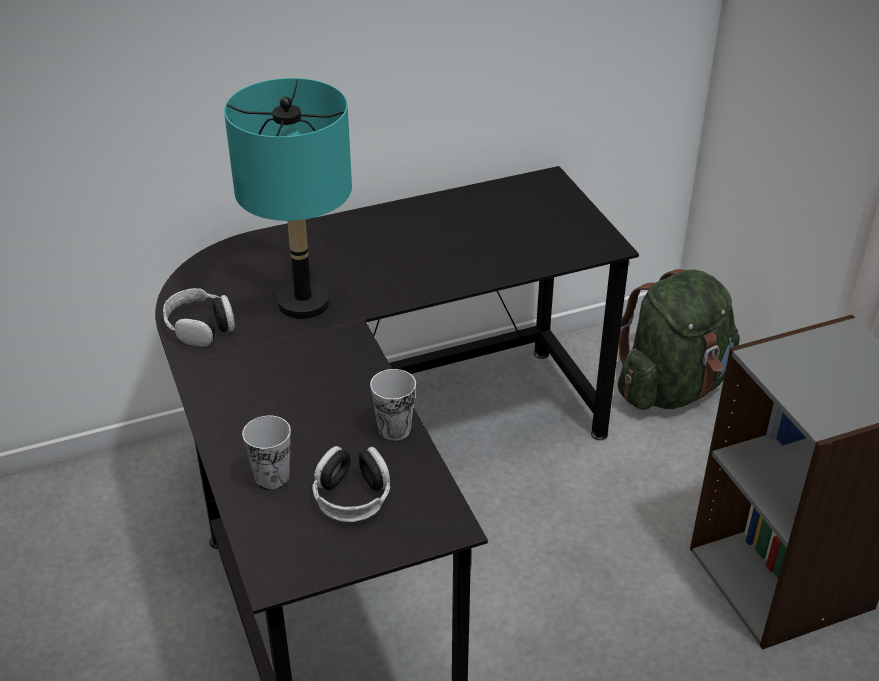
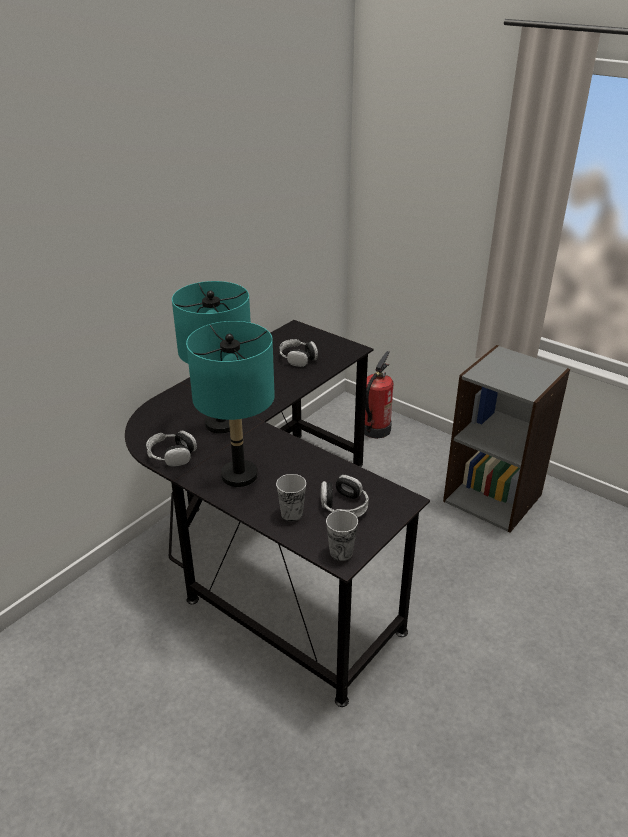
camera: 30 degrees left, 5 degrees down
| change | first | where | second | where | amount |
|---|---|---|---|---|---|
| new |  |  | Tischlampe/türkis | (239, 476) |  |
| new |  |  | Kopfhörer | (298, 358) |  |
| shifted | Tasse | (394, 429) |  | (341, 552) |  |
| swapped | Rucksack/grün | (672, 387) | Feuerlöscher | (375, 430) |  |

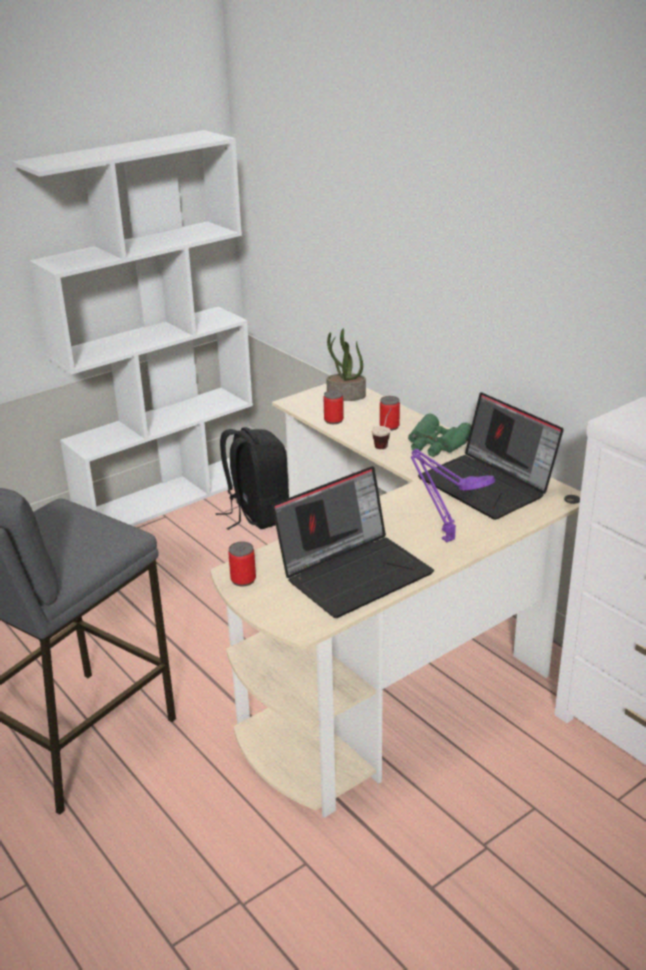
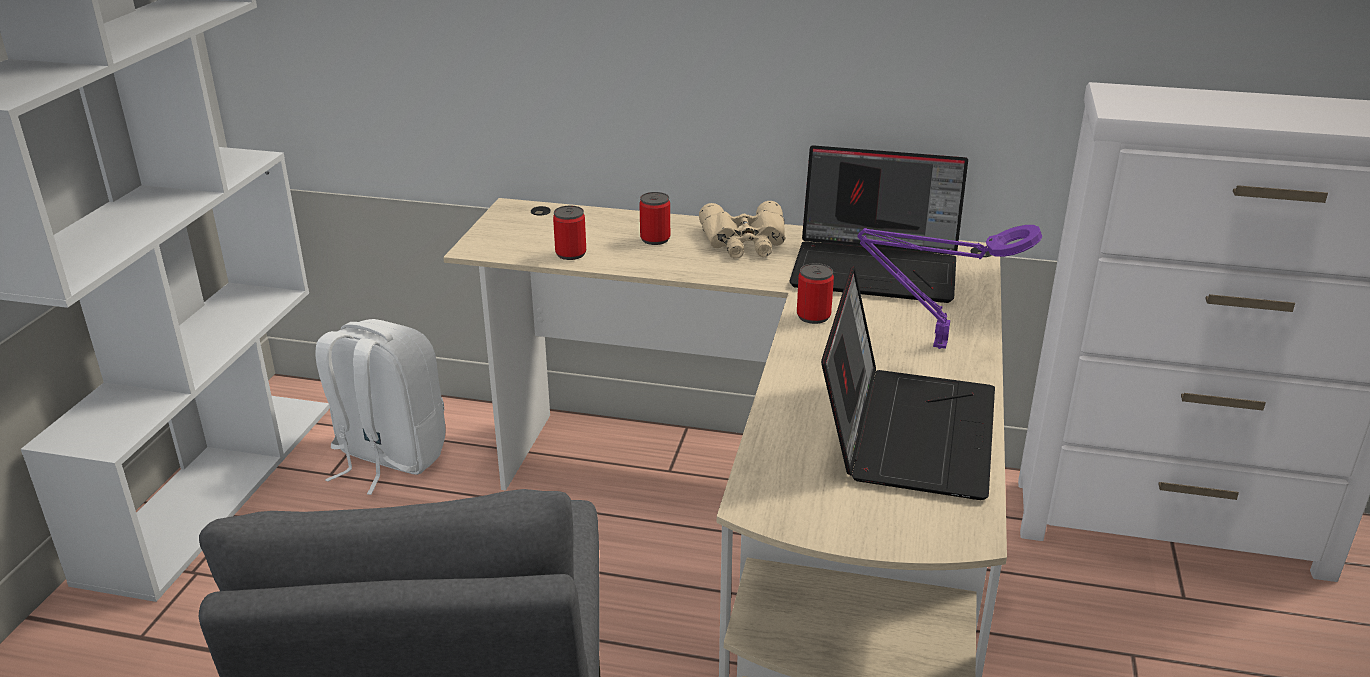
camera: 40 degrees left, 0 degrees up
| change | first | where | second | where | amount |
|---|---|---|---|---|---|
| repainted | Rucksack/schwarz | (256, 515) | Rucksack/weiß | (387, 457) |  |
| repainted | Fernglas/grün | (436, 444) | Fernglas/beige | (745, 242) |  |
| shifted | Dose | (243, 580) |  | (813, 316) |  |
| gone | Topfpflanze | (345, 396) |  |  |  |
| gone | Tasse | (384, 443) |  |  |  |

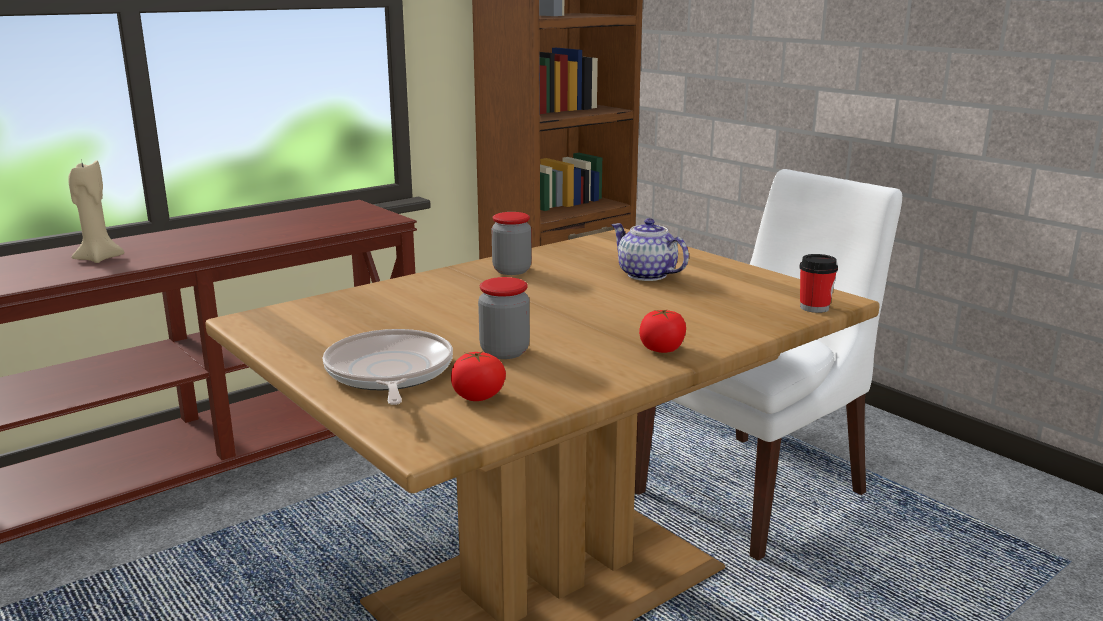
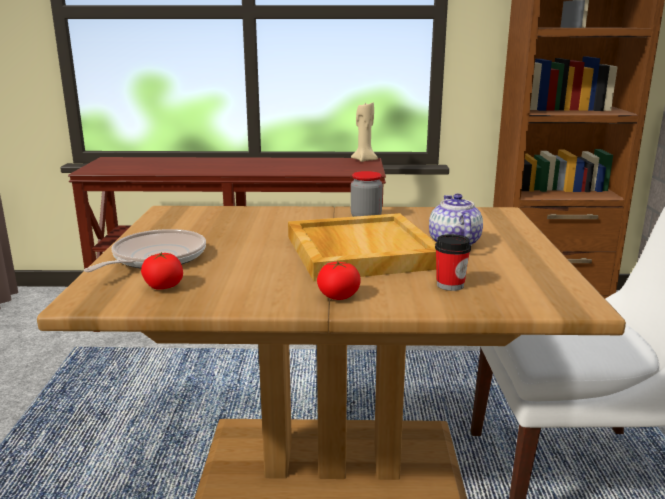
camera: 40 degrees right, 0 degrees up
| change | first | where | second | where | amount |
|---|---|---|---|---|---|
| new |  |  | Tablett/beige | (359, 251) |  |
| shifted | Kerze/beige | (99, 258) |  | (364, 160) |  |
| shifted | Tasse | (814, 307) |  | (450, 285) |  |
| gone | Vorratsglas | (504, 352) |  |  |  |

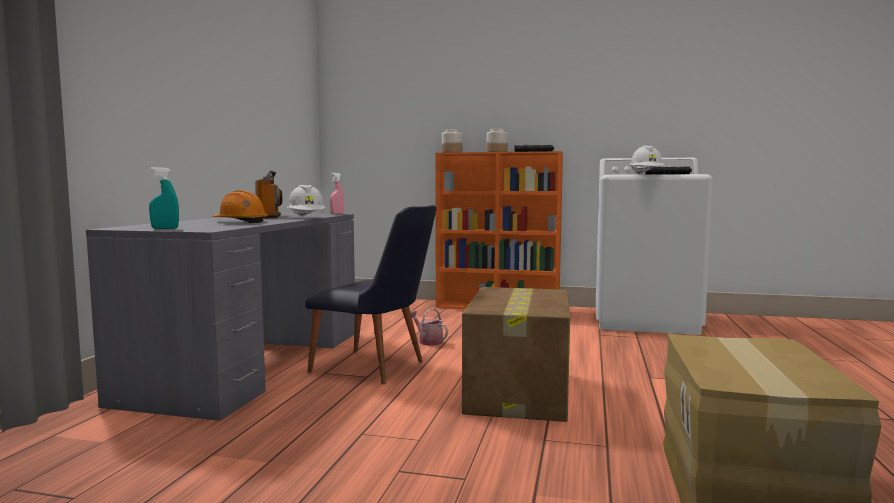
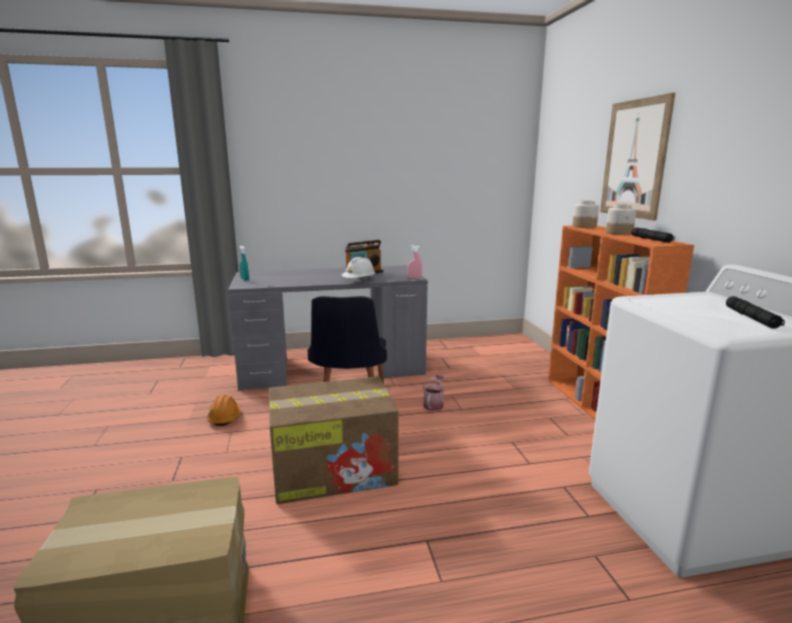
camera: 65 degrees right, 10 degrees up
| change | first | where | second | where | amount |
|---|---|---|---|---|---|
| shifted | Schutzhelm/orange | (240, 222) |  | (225, 417) |  |
| new |  |  | Bild | (634, 159) |  |
| gone | Schutzhelm/weiß | (646, 174) |  |  |  |

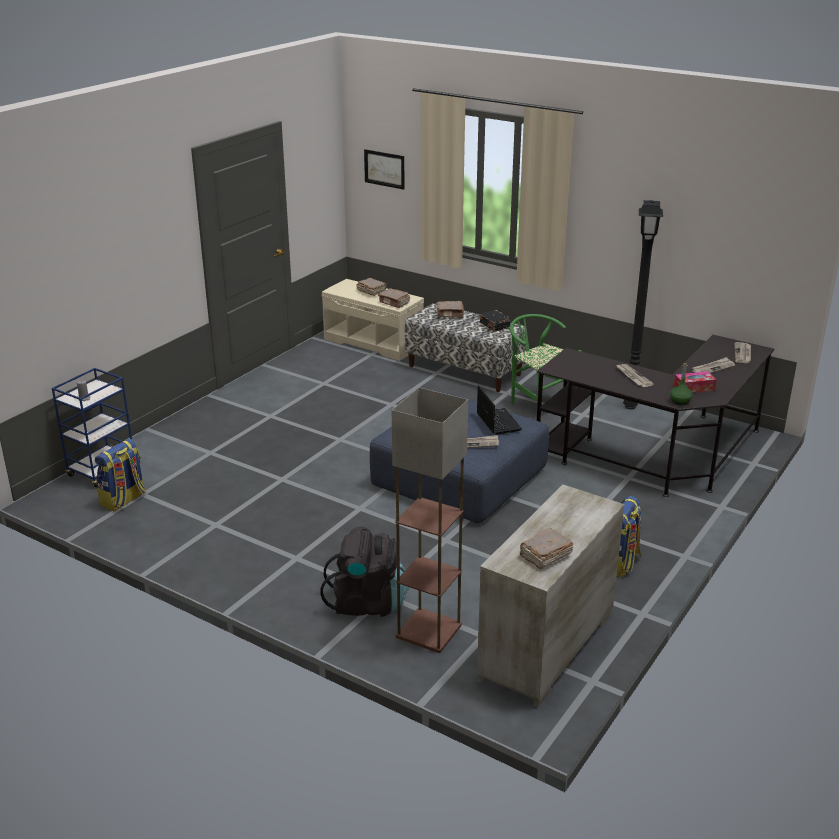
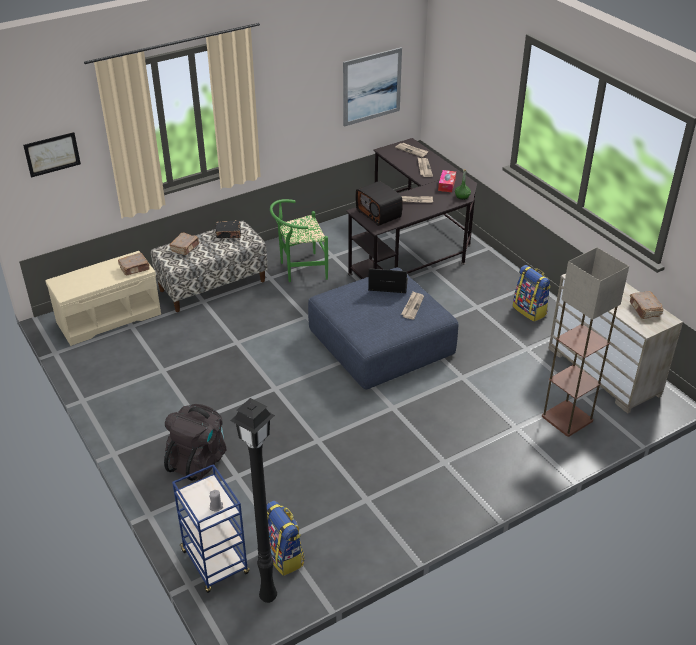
camera: 65 degrees left, 10 degrees up
| change | first | where | second | where | amount |
|---|---|---|---|---|---|
| shifted | Rucksack/schwarz | (367, 603) |  | (198, 460) |  |
| shifted | Stehlampe/schwarz | (629, 407) |  | (268, 598) |  |
| new |  |  | Bild | (371, 86) |  |
| new |  |  | Radio | (379, 214) |  |
| gone | Buch/braun | (371, 291) |  |  |  |

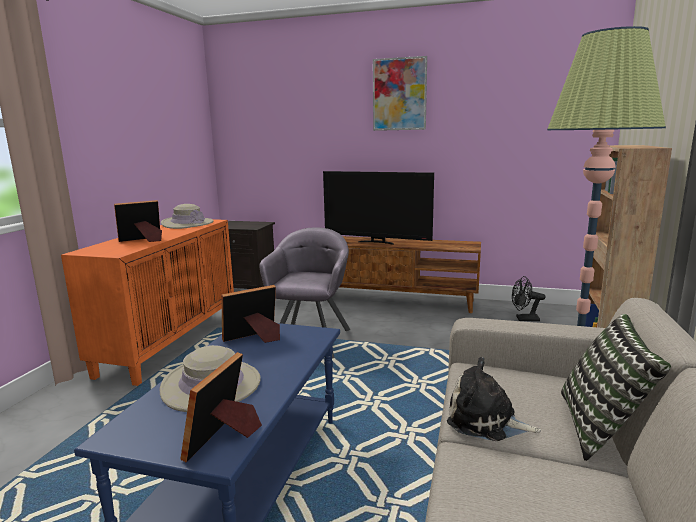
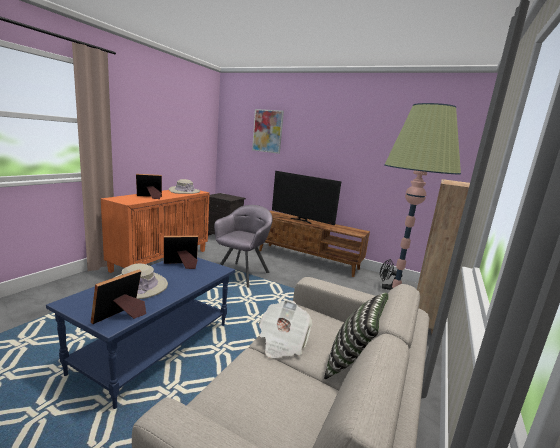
camera: 10 degrees right, 0 degrees up
| change | first | where | second | where | amount |
|---|---|---|---|---|---|
| shifted | Bild | (399, 94) |  | (267, 131) |  |
| swapped | Plüschtier | (486, 421) | Zeitung | (282, 342) |  |

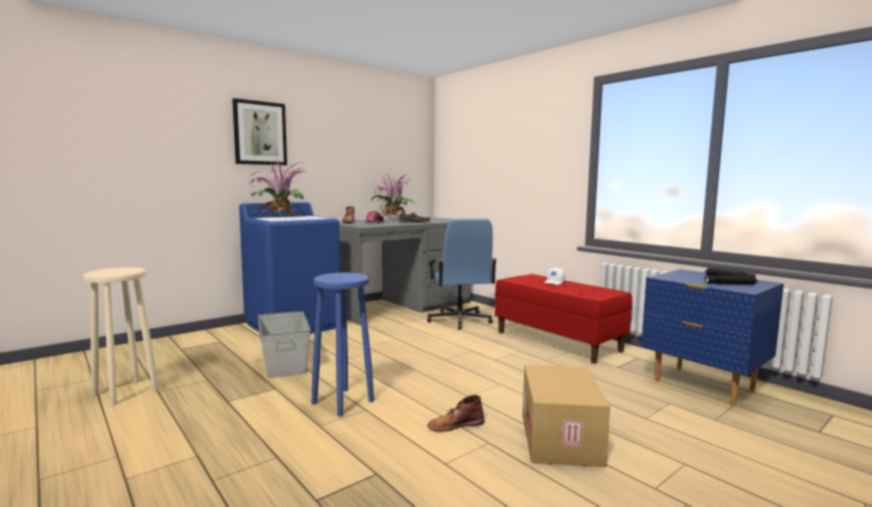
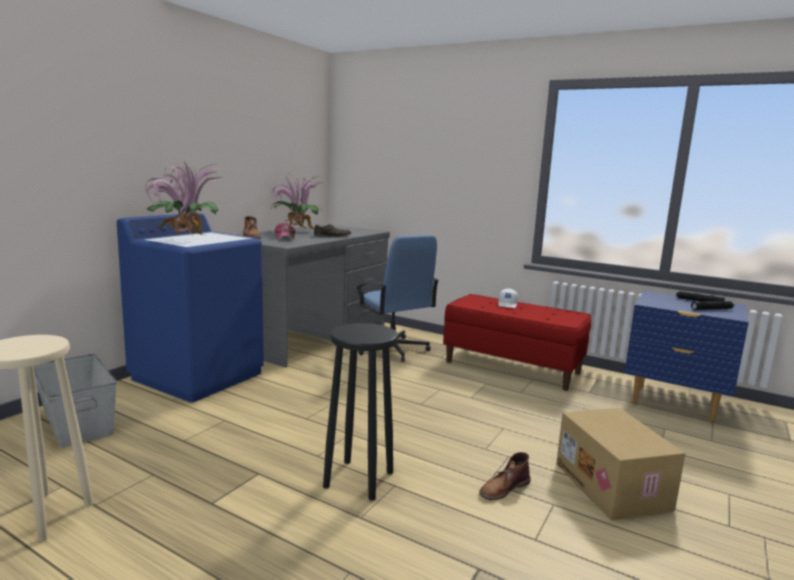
camera: 20 degrees left, 5 degrees up
| change | first | where | second | where | amount |
|---|---|---|---|---|---|
| shifted | Aufbewahrungsbox/grau | (285, 361) |  | (78, 421) |  |
| repainted | Hocker/blau | (343, 401) | Hocker/schwarz | (359, 479) |  |
| gone | Bild | (260, 133) |  |  |  |

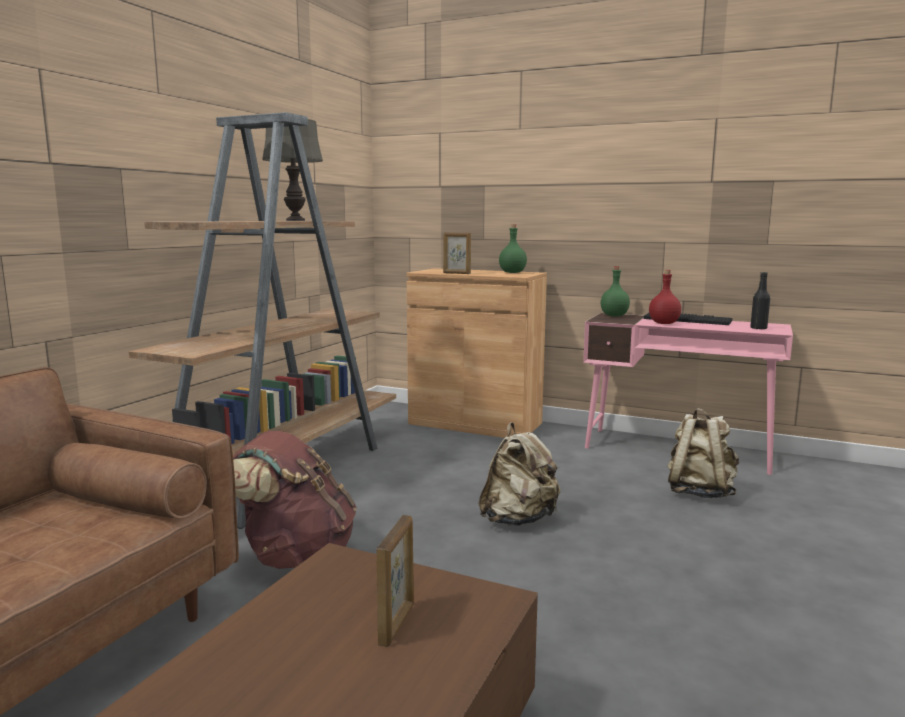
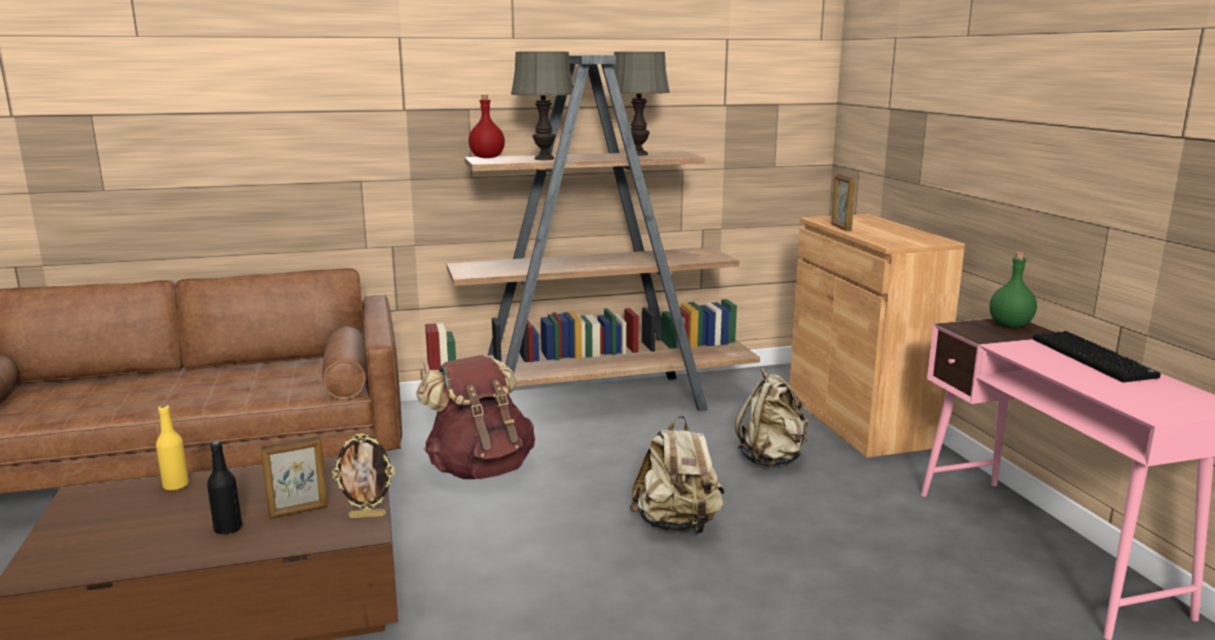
camera: 50 degrees right, 5 degrees up
| change | first | where | second | where | amount |
|---|---|---|---|---|---|
| new |  |  | Flasche/gelb | (176, 486) |  |
| shifted | Flasche/schwarz | (758, 328) |  | (228, 529) |  |
| new |  |  | Bilderrahmen | (367, 516) |  |
| shifted | Flasche/rot | (664, 323) |  | (486, 157) |  |
| new |  |  | Tischlampe/grau | (544, 159) |  |
| shifted | Rucksack/beige | (699, 492) |  | (771, 459) |  |
| gone | Flasche/grün | (512, 272) |  |  |  |

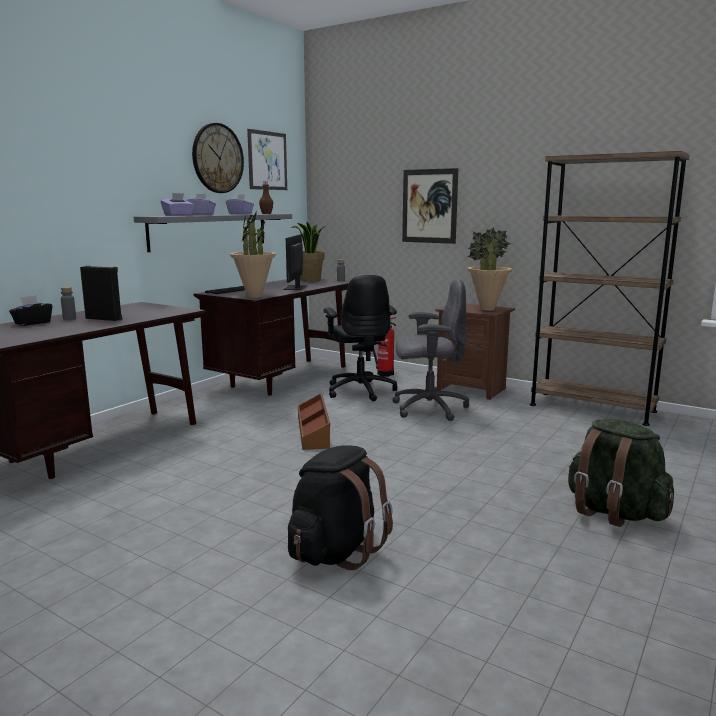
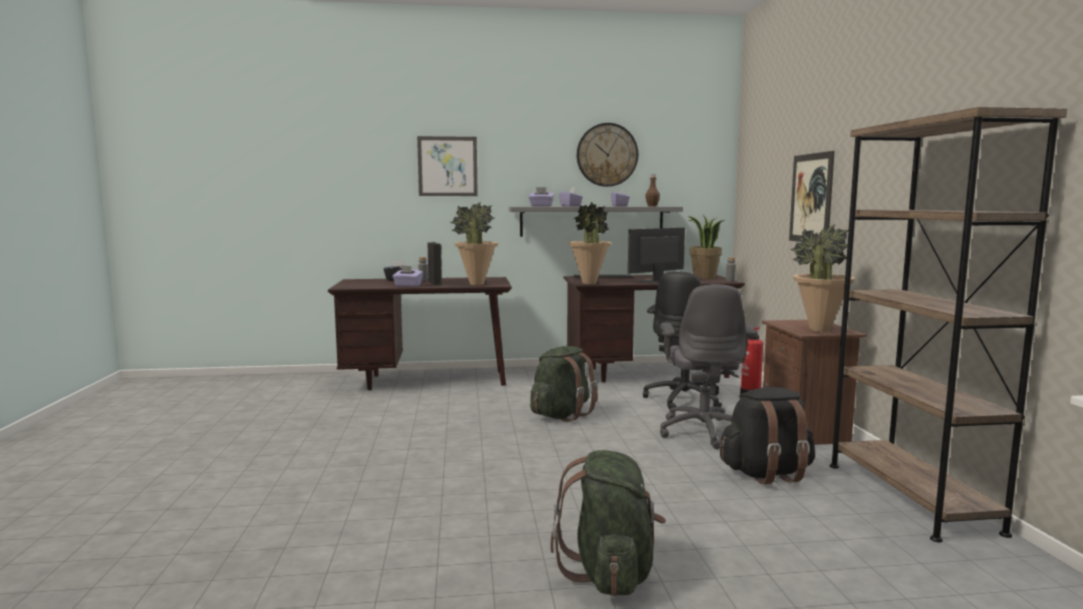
camera: 50 degrees right, 5 degrees down
| change | first | where | second | where | amount |
|---|---|---|---|---|---|
| new |  |  | Taschentuchbox/lila | (407, 286) |  |
| shifted | Bild | (267, 160) |  | (447, 166) |  |
| new |  |  | Topfpflanze | (476, 284) |  |
| swapped | Aufbewahrungsbox/braun | (314, 431) | Rucksack/grün | (562, 415) |  |
| rotated | Bürostuhl/grau | (428, 408) |  | (703, 431) | 45 degrees clockwise |
| shifted | Rucksack/schwarz | (336, 551) |  | (766, 474) |  |

